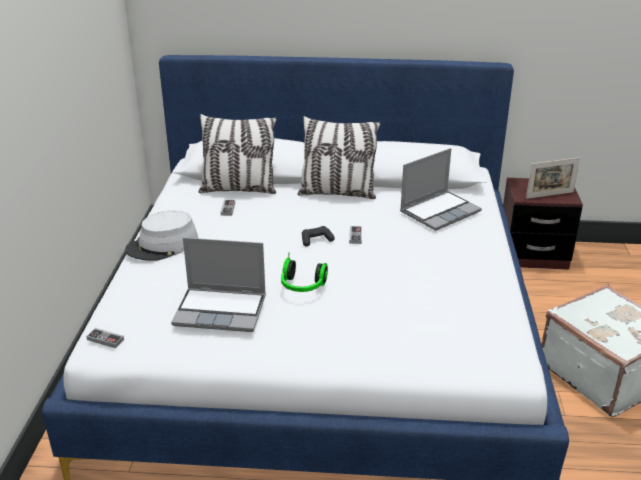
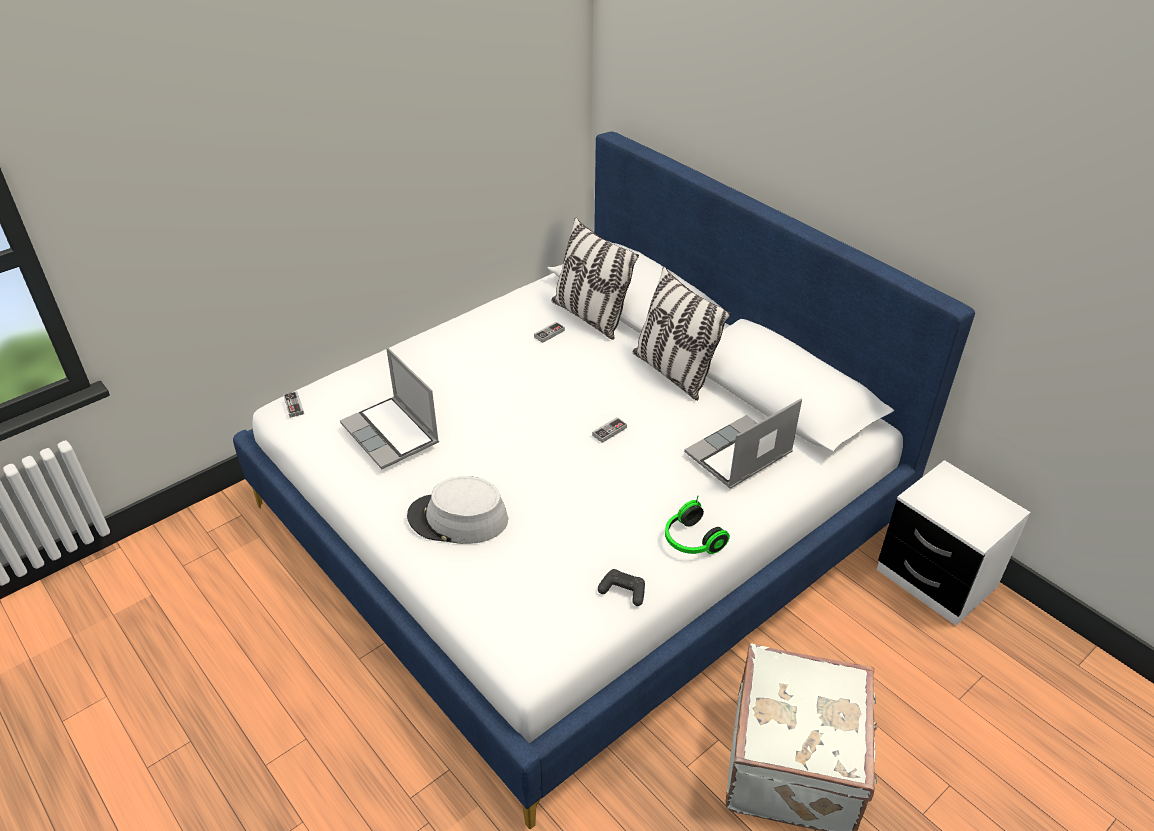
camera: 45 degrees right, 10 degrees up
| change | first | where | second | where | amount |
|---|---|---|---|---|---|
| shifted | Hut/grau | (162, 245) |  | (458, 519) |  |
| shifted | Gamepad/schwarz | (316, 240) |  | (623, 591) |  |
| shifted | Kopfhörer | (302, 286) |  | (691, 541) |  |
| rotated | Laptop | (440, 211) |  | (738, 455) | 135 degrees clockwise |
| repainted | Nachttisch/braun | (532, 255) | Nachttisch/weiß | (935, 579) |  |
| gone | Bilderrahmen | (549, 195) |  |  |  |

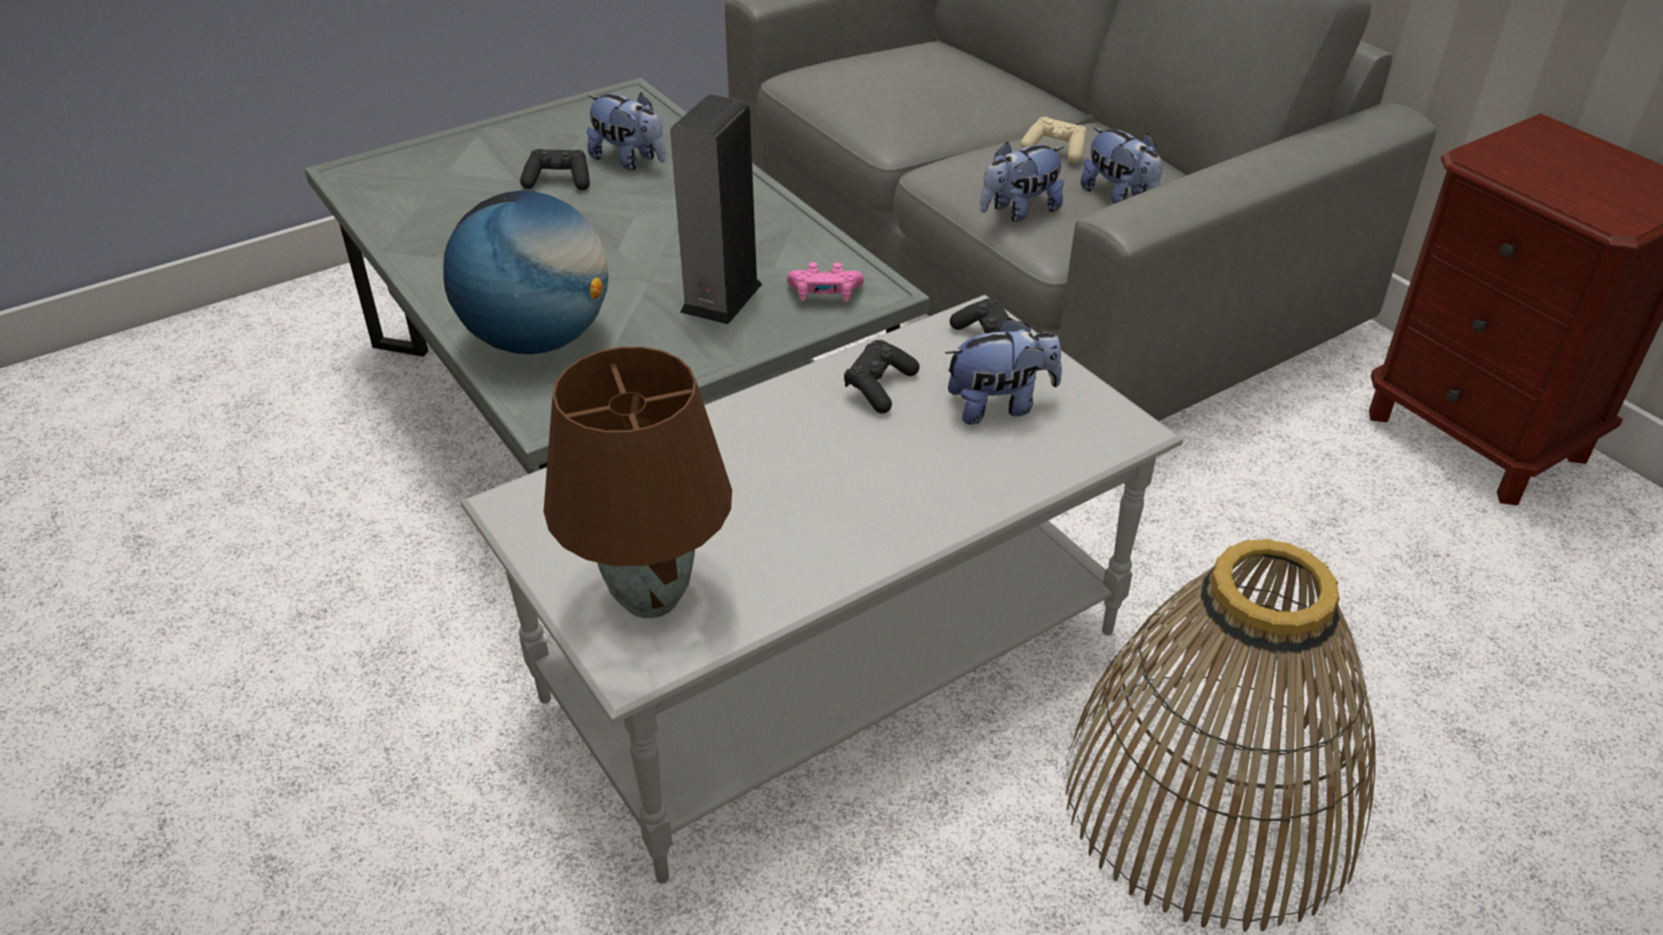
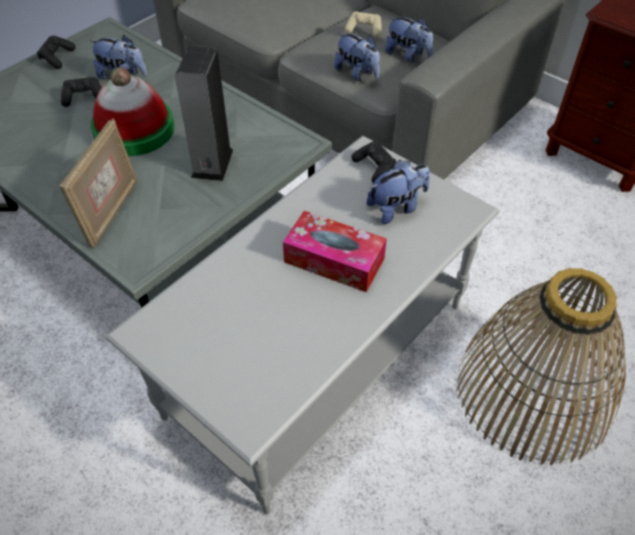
camera: 15 degrees left, 10 degrees up
| change | first | where | second | where | amount |
|---|---|---|---|---|---|
| shifted | Gamepad/schwarz | (879, 387) |  | (57, 58) |  |
| swapped | Globus | (538, 339) | Bilderrahmen | (111, 212) |  |
| new |  |  | Hut | (134, 130) |  |
| new |  |  | Taschentuchbox | (334, 260) |  |
| rotated | Plüschtier | (1019, 211) |  | (357, 73) | 90 degrees counterclockwise |
| gone | Tischlampe/braun | (650, 596) |  |  |  |
| gone | Gamepad/rosa | (825, 295) |  |  |  |

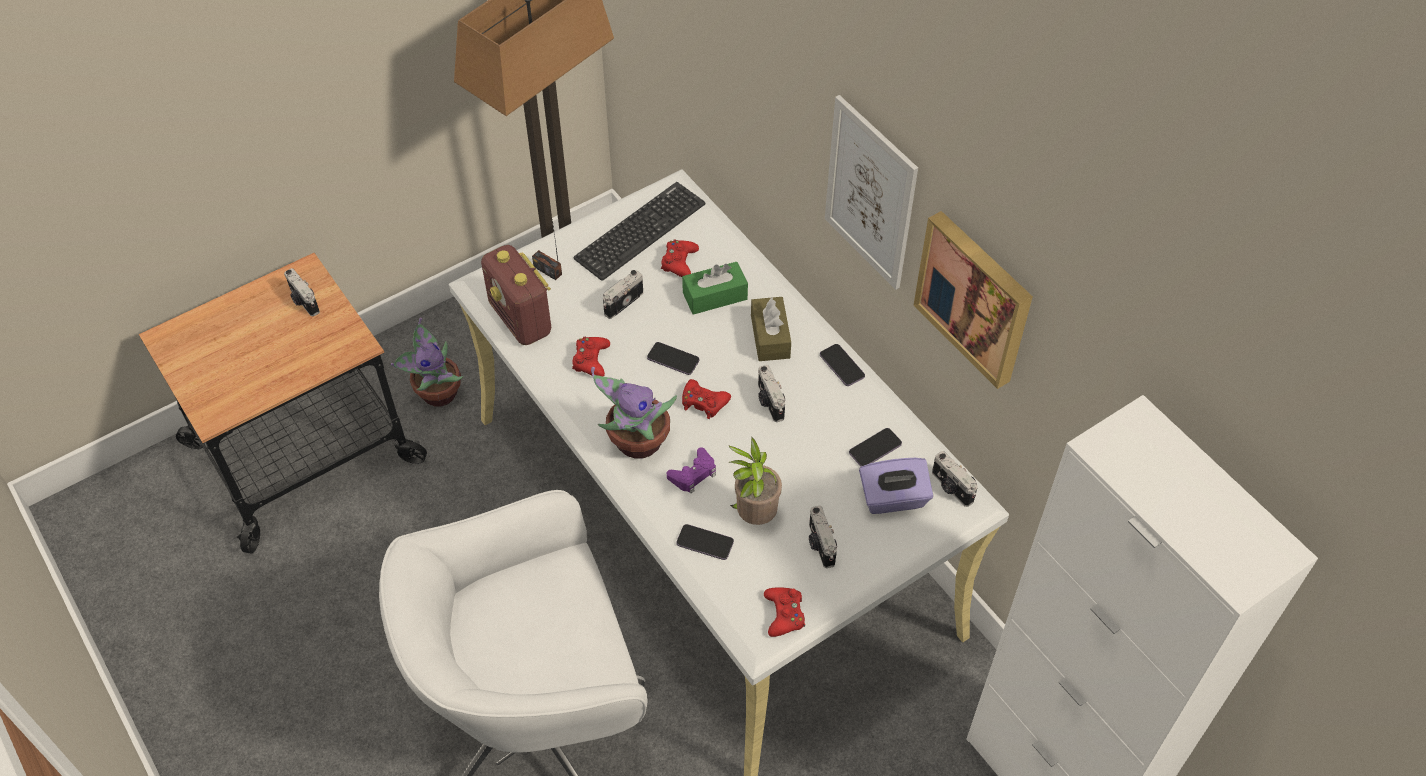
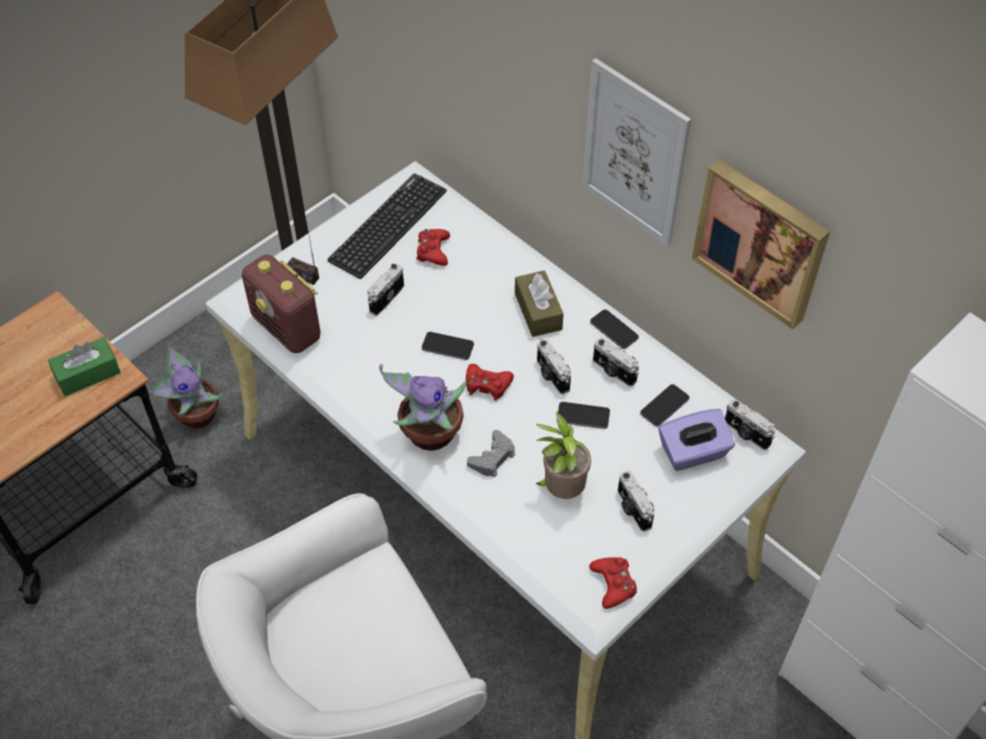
camera: 10 degrees left, 0 degrees up
| change | first | where | second | where | amount |
|---|---|---|---|---|---|
| shifted | Taschentuchbox/grün | (715, 296) |  | (87, 374) |  |
| repainted | Gamepad/lila | (693, 474) | Gamepad/grau | (492, 458) |  |
| shifted | Handy | (705, 543) |  | (583, 416) |  |
| shifted | Kamera | (303, 301) |  | (613, 371) |  |
| gone | Gamepad/rot | (591, 360) |  |  |  |

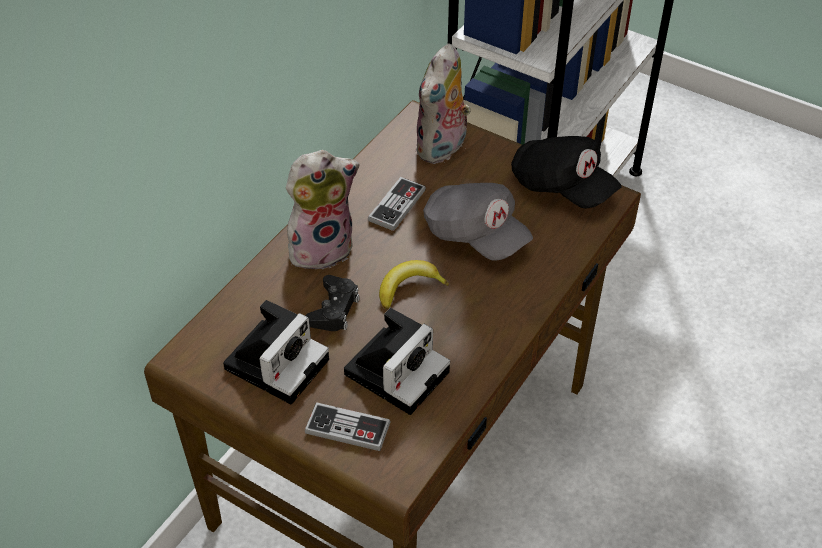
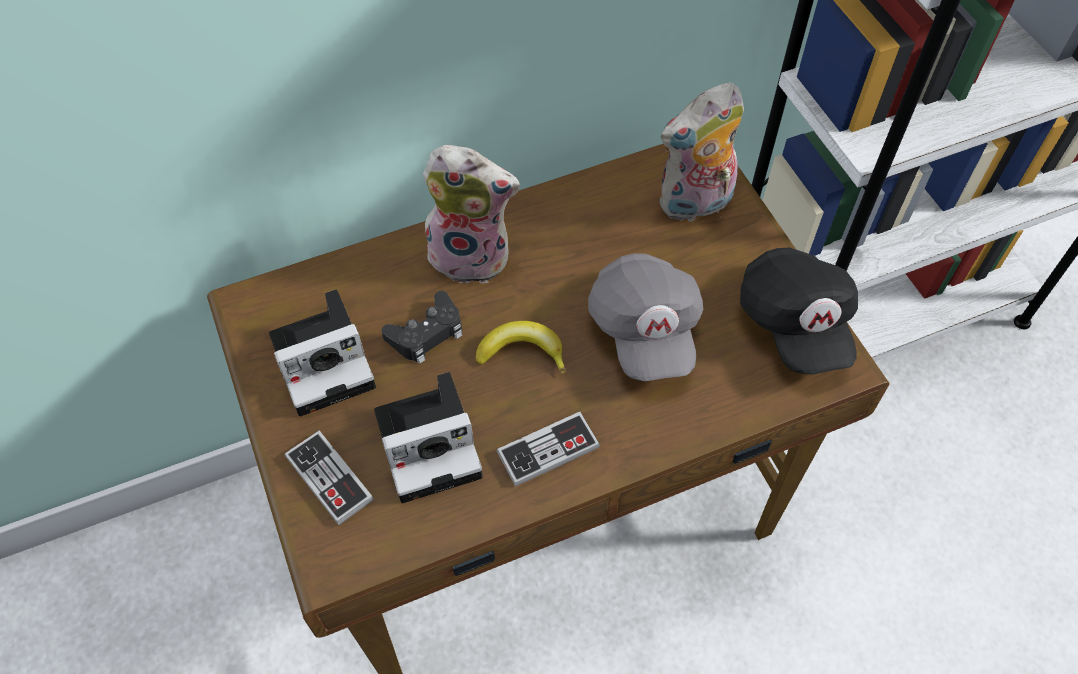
camera: 35 degrees right, 10 degrees up
| change | first | where | second | where | amount |
|---|---|---|---|---|---|
| shifted | Gamepad | (397, 205) |  | (548, 450) |  |

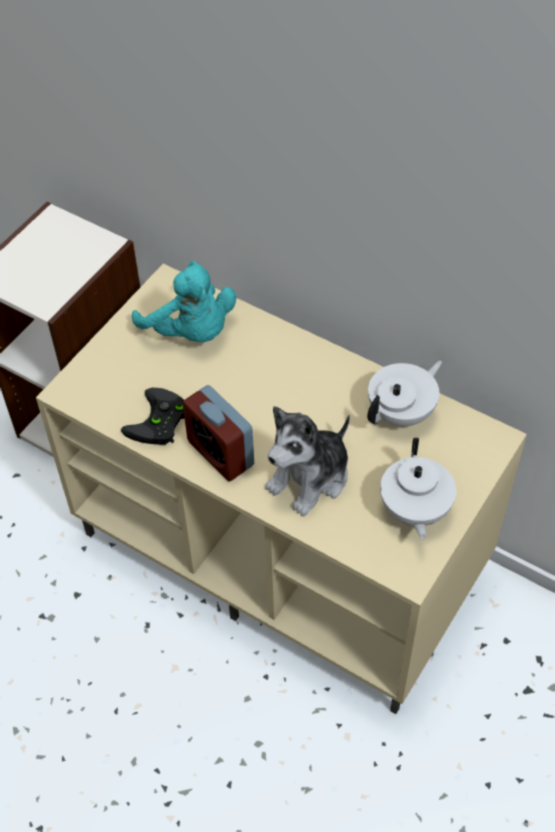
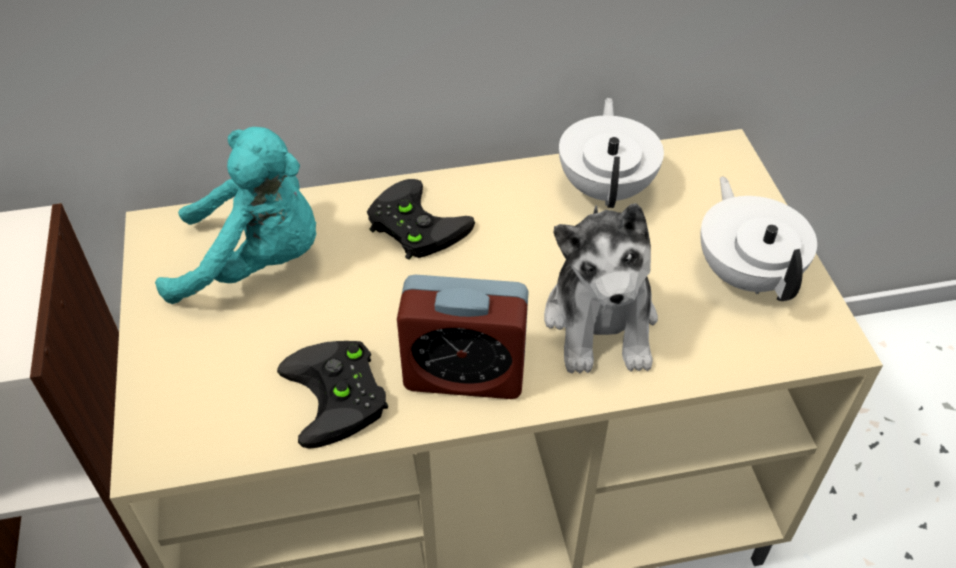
camera: 45 degrees left, 5 degrees down
| change | first | where | second | where | amount |
|---|---|---|---|---|---|
| new |  |  | Gamepad/schwarz | (413, 225) |  |
| rotated | Teekanne/weiß | (414, 510) |  | (746, 273) | 150 degrees counterclockwise |

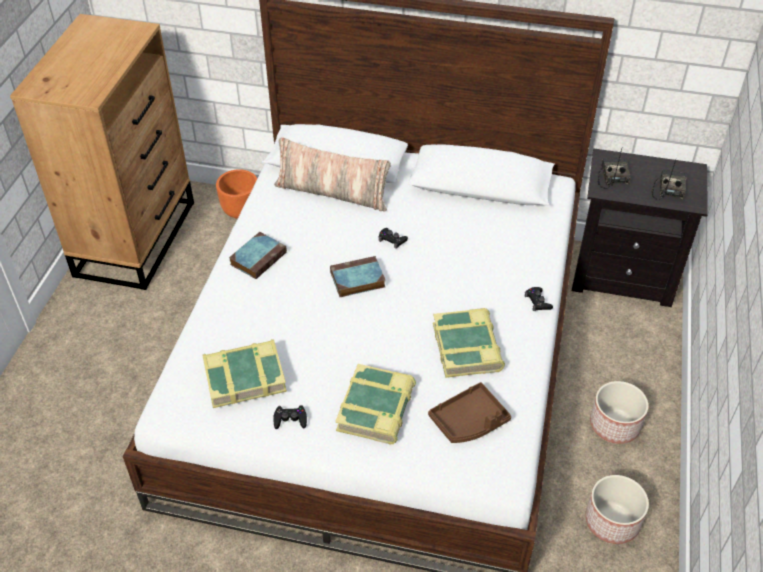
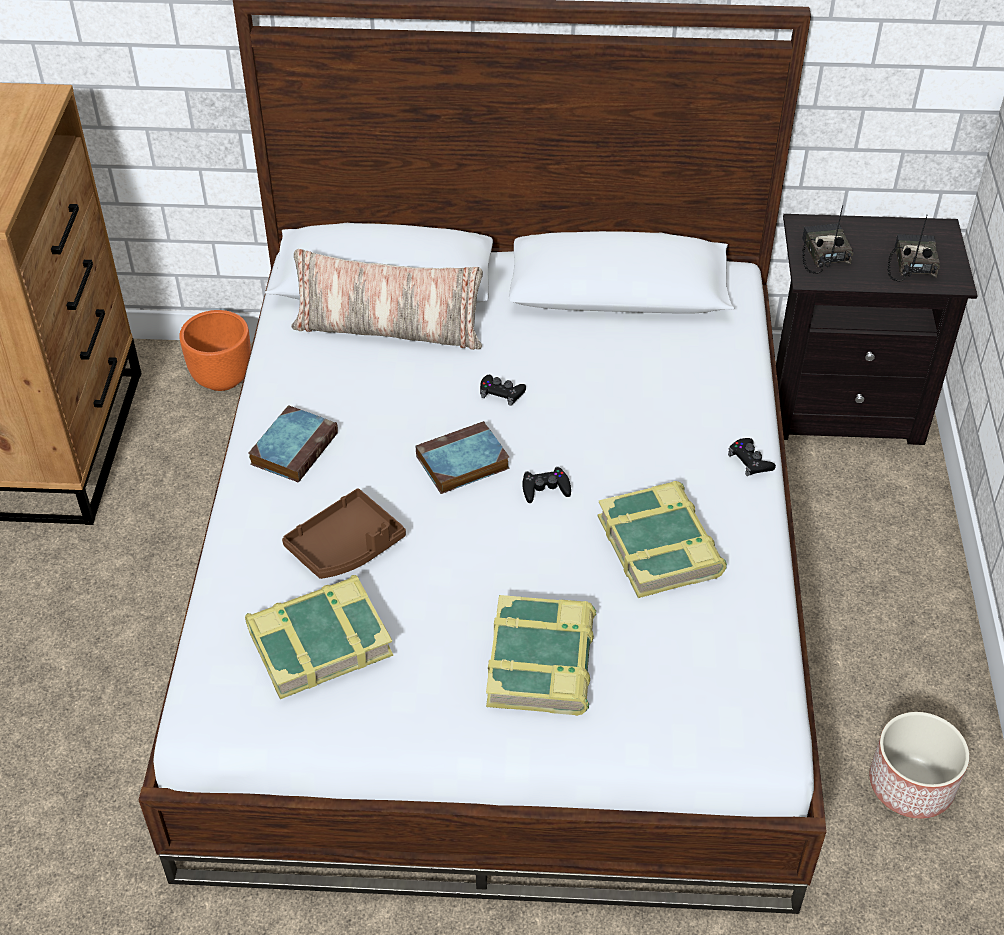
camera: 10 degrees left, 0 degrees up
| change | first | where | second | where | amount |
|---|---|---|---|---|---|
| shifted | Tablett/braun | (469, 421) |  | (346, 546) |  |
| shifted | Gamepad/schwarz | (290, 419) |  | (545, 488) |  |
| gone | Pflanzkübel | (615, 425) |  |  |  |

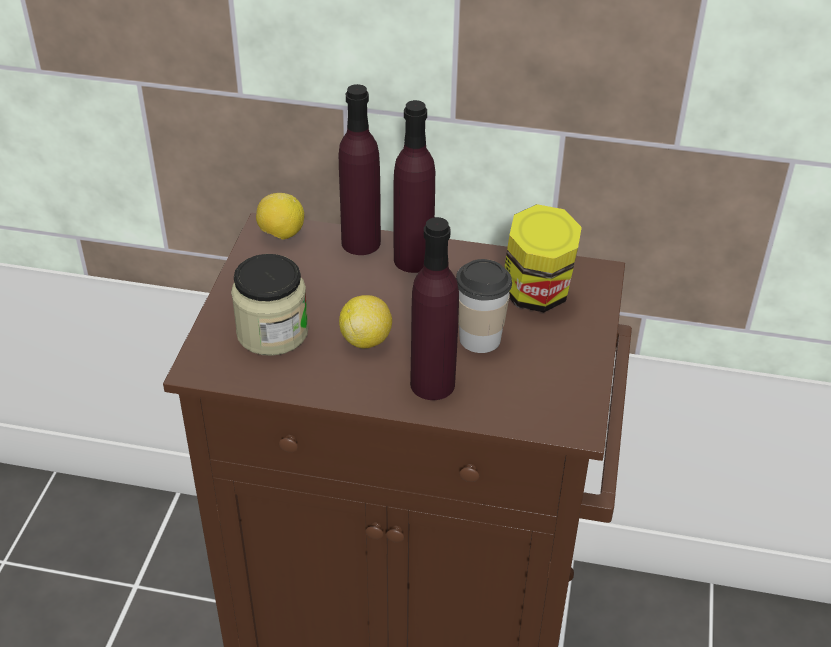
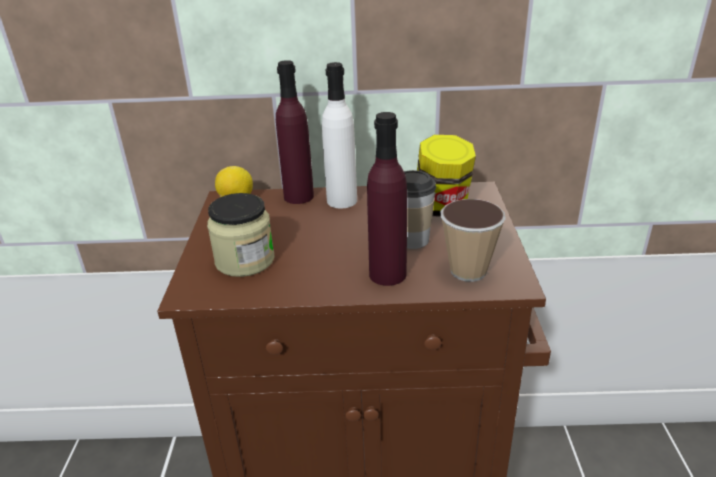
camera: 10 degrees left, 10 degrees down
| change | first | where | second | where | amount |
|---|---|---|---|---|---|
| repainted | Flasche/lila | (413, 260) | Flasche/weiß | (342, 201) |  |
| new |  |  | Tasse | (468, 271) |  |
| gone | Zitrone | (366, 340) |  |  |  |

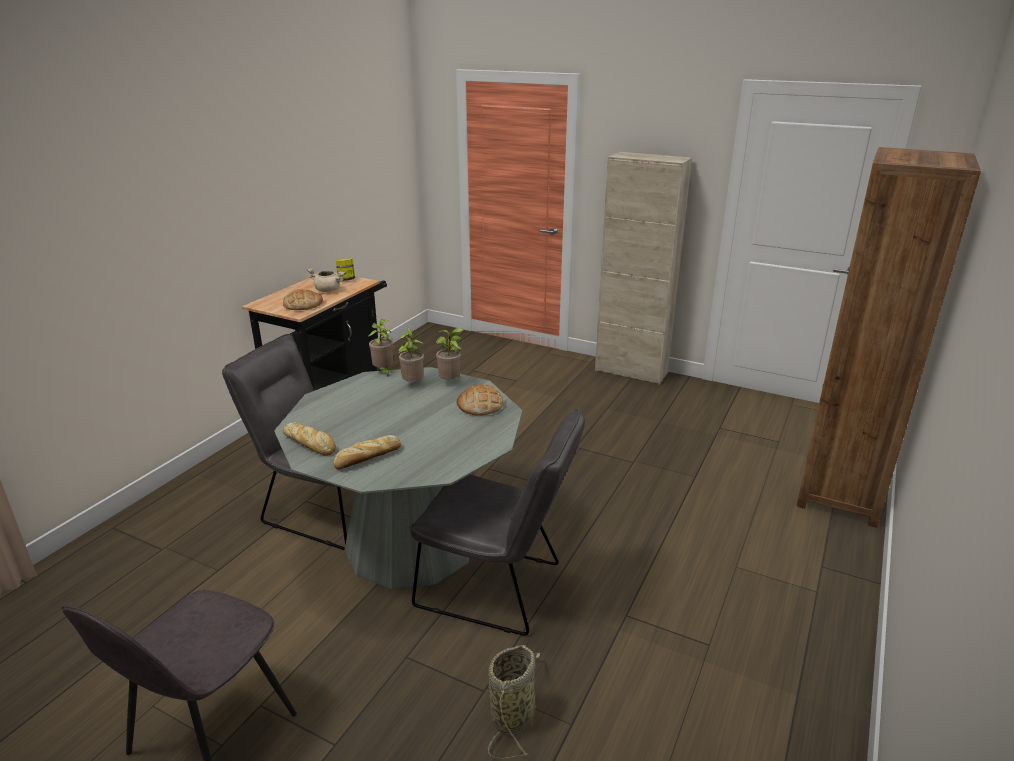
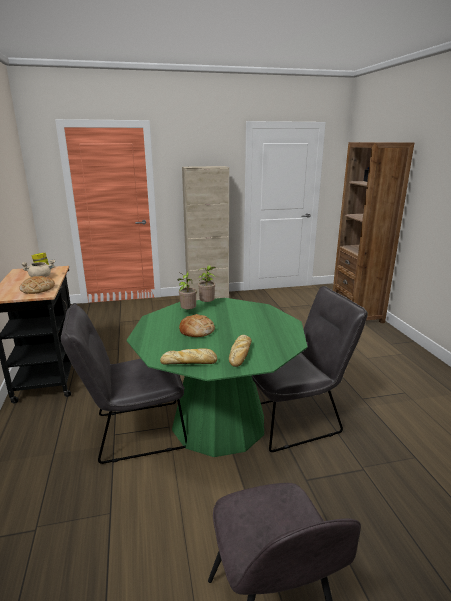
camera: 40 degrees left, 5 degrees down
| change | first | where | second | where | amount |
|---|---|---|---|---|---|
| repainted | Esstisch/grau | (411, 543) | Esstisch/grün | (219, 422) |  |
| shifted | Brot | (480, 405) |  | (196, 330) |  |
| gone | Topfpflanze | (383, 372) |  |  |  |
| gone | Korb | (514, 714) |  |  |  |

